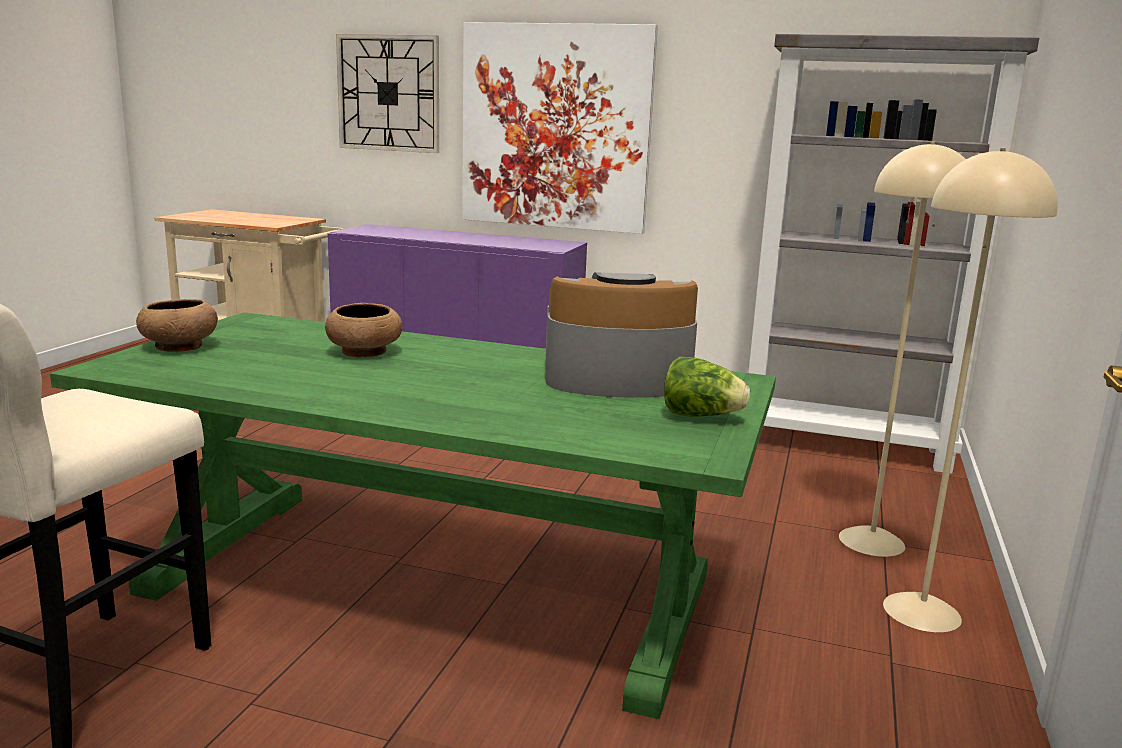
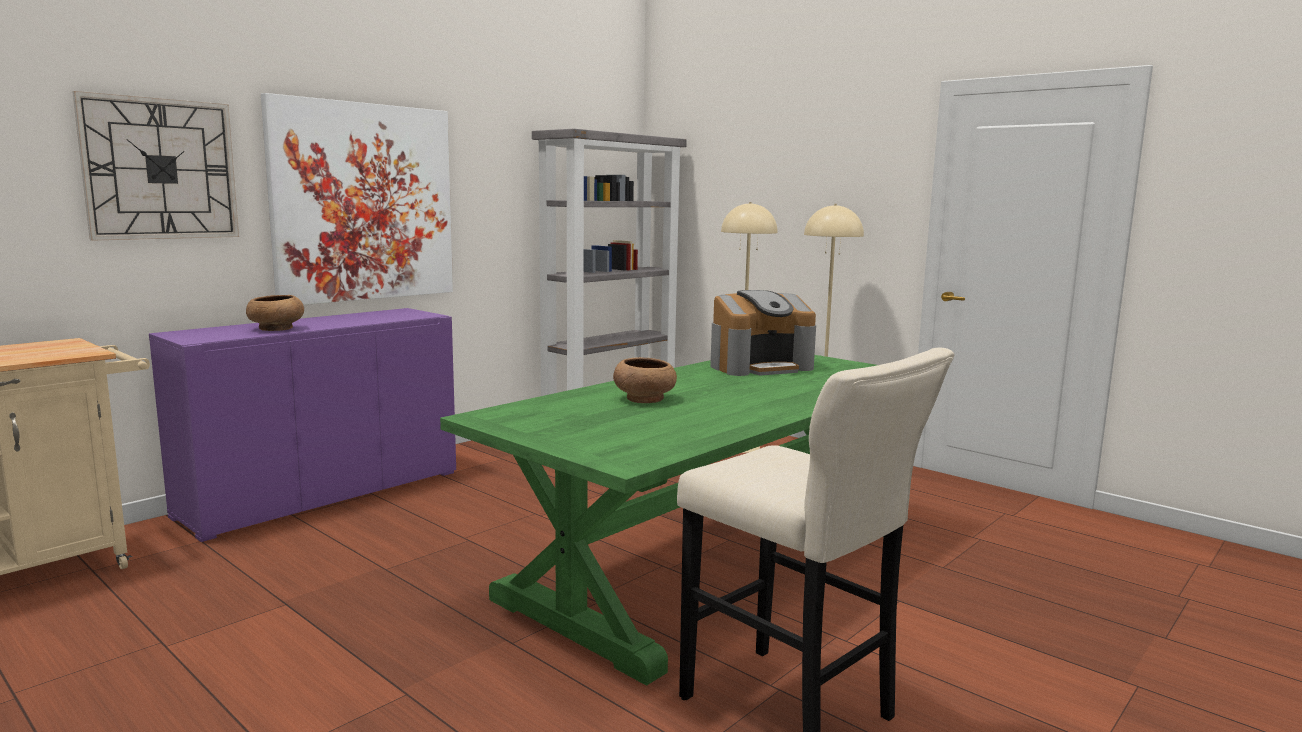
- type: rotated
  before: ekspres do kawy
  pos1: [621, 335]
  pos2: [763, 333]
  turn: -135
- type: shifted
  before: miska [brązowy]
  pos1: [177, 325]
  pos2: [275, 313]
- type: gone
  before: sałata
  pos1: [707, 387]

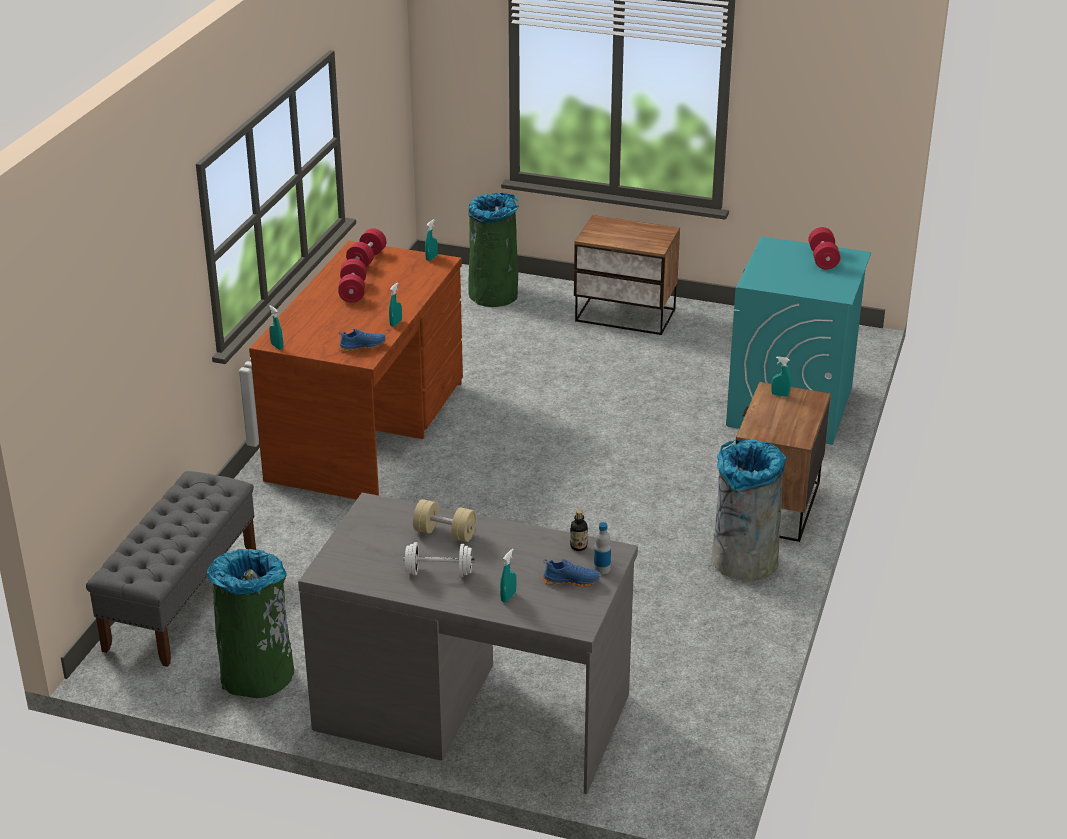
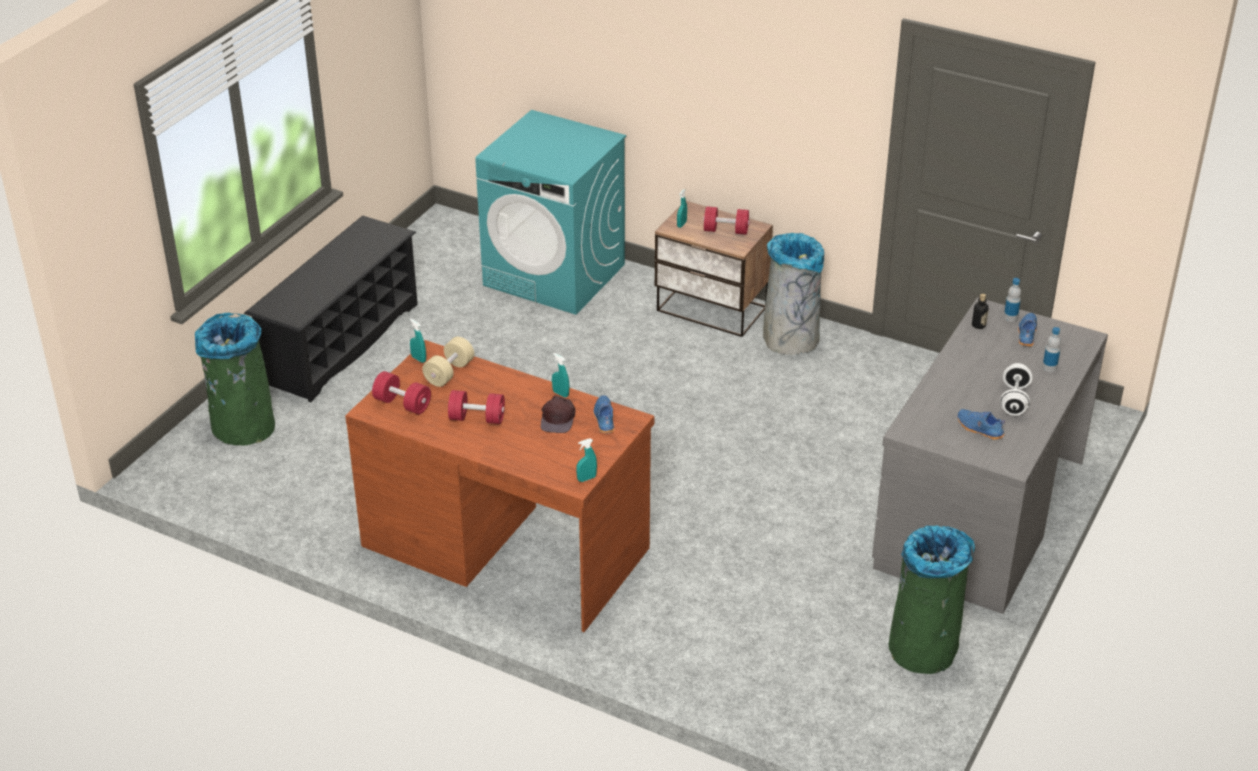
- type: swapped
  before: szafka nocna
  after: regał na buty [czarny]
  pos1: [627, 275]
  pos2: [331, 309]
- type: shifted
  before: hantel [czerwony]
  pos1: [824, 248]
  pos2: [726, 220]
- type: gone
  before: ławka [szary]
  pos1: [171, 569]
- type: shifted
  before: hantel [beżowy]
  pos1: [445, 520]
  pos2: [448, 362]
- type: swapped
  before: spryskiwacz [turkusowy]
  after: butelka
  pos1: [508, 576]
  pos2: [1051, 349]
- type: new
  after: czapka z daszkiem [brązowy]
  pos2: [558, 414]
- type: new
  after: but [niebieski]
  pos2: [981, 424]

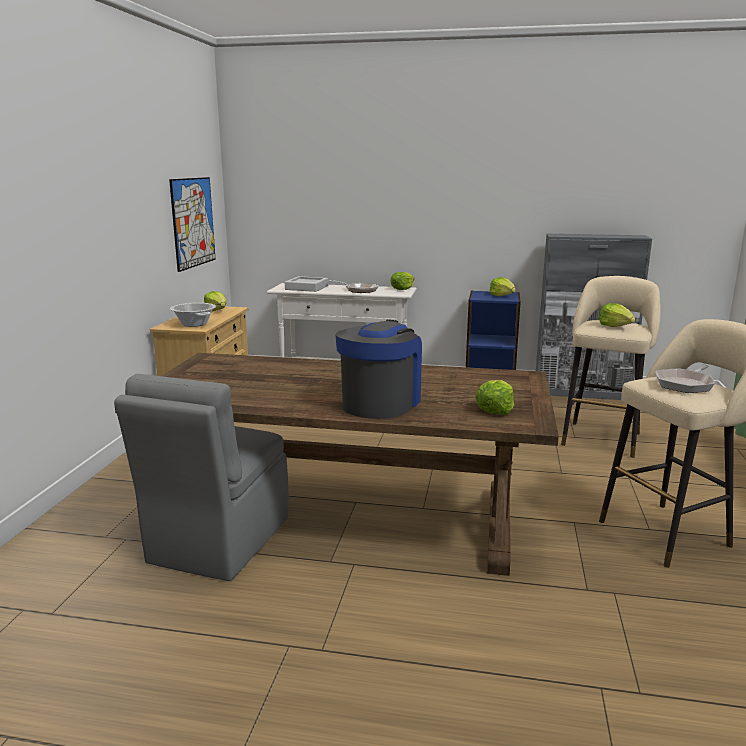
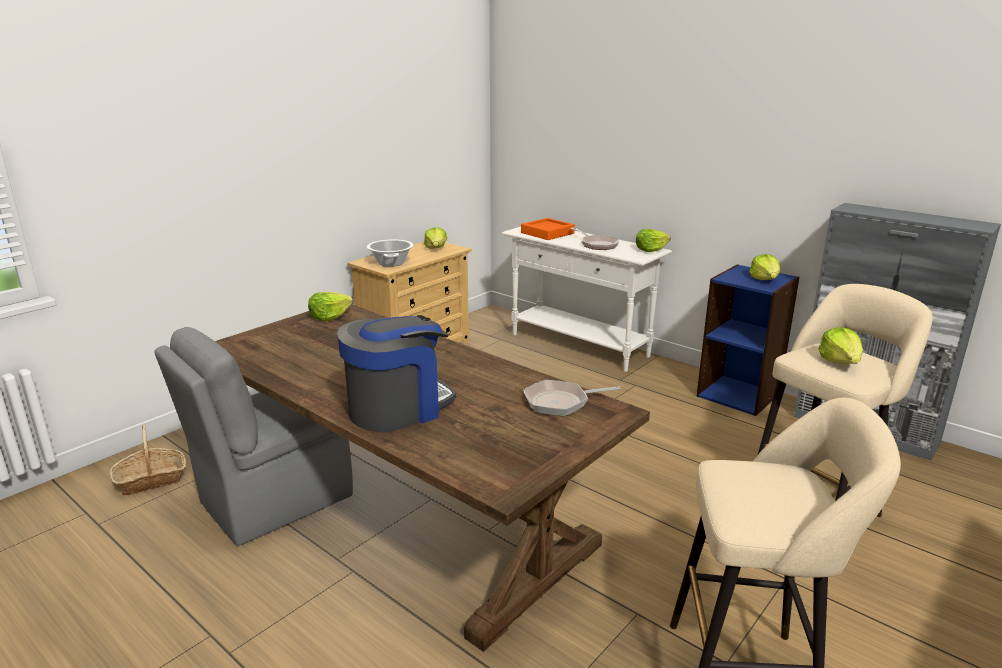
- type: gone
  before: obraz
  pos1: [192, 224]
- type: repainted
  before: taca [szary]
  after: taca [pomarańczowy]
  pos1: [306, 284]
  pos2: [548, 229]
- type: shifted
  before: patelnia
  pos1: [685, 379]
  pos2: [571, 398]
- type: shifted
  before: sałata
  pos1: [494, 397]
  pos2: [330, 306]
- type: new
  after: koszyk
  pos2: [148, 460]

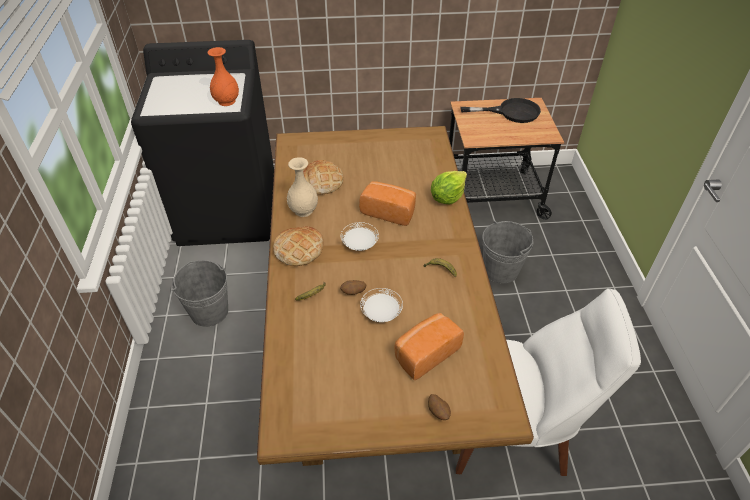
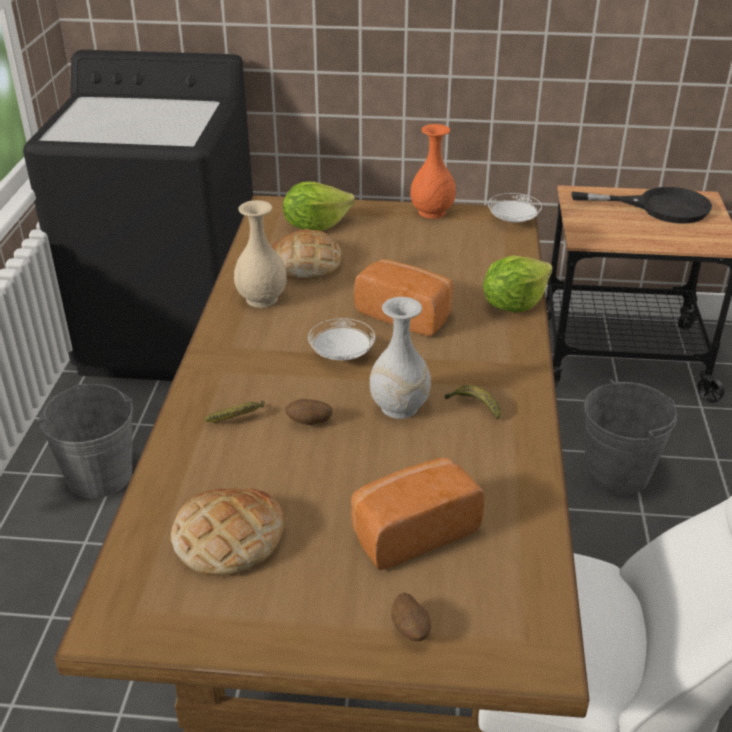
- type: shifted
  before: wazon [pomarańczowy]
  pos1: [223, 76]
  pos2: [433, 171]
- type: shifted
  before: chleb
  pos1: [298, 246]
  pos2: [227, 532]
- type: shifted
  before: talerz [biały]
  pos1: [381, 305]
  pos2: [515, 208]
- type: new
  after: sałata
  pos2: [319, 206]
- type: new
  after: wazon [biały]
  pos2: [400, 358]

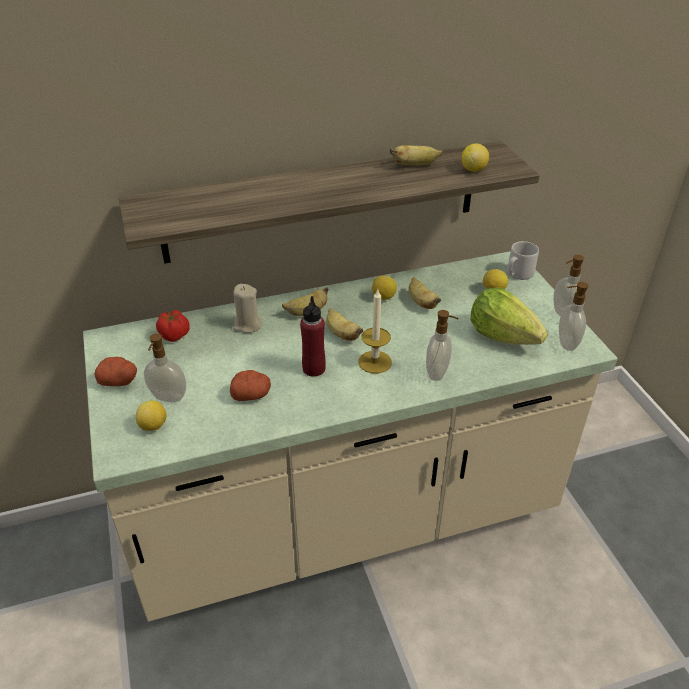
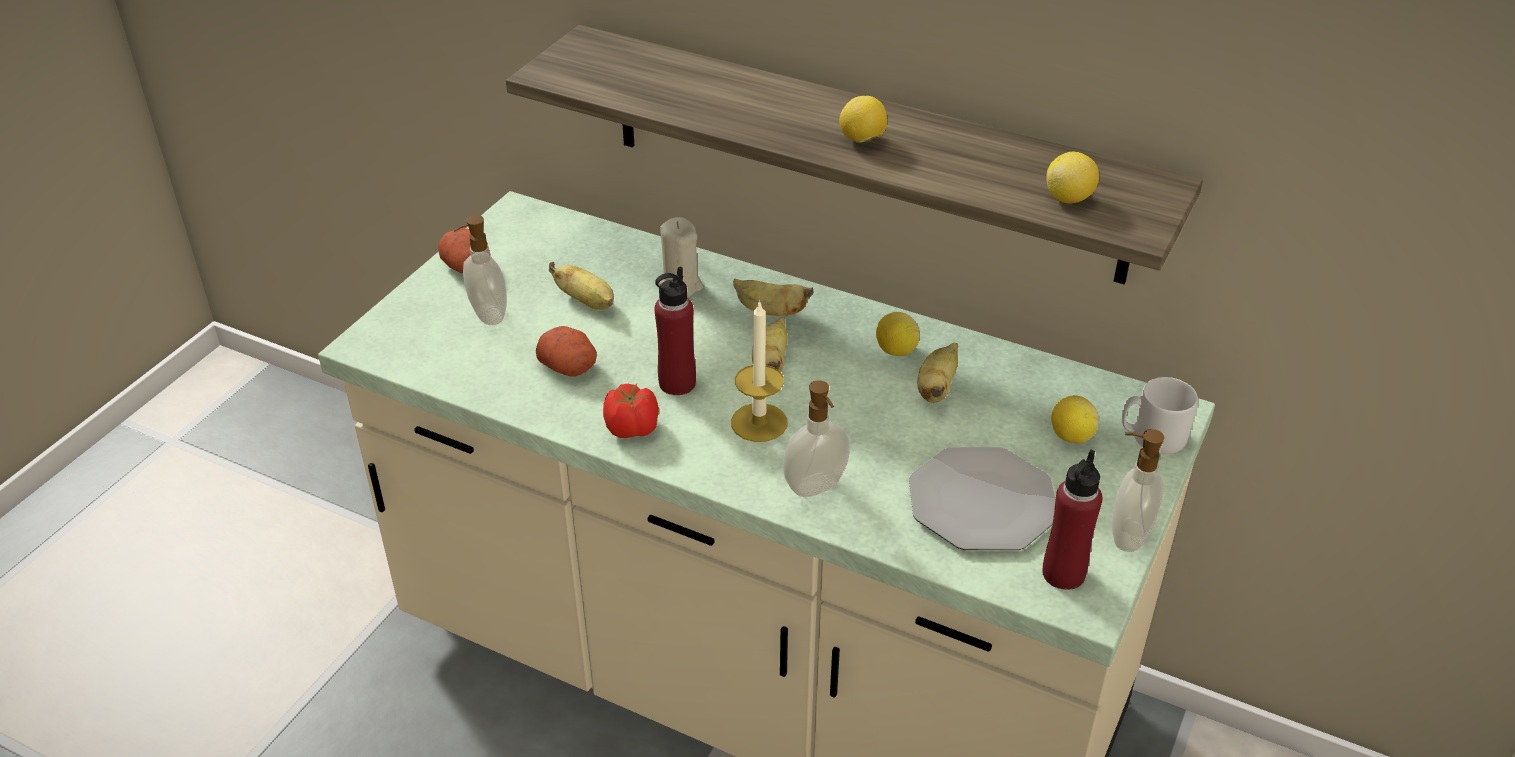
- type: shifted
  before: banan
  pos1: [416, 155]
  pos2: [581, 286]
- type: swapped
  before: dozownik mydła
  after: butelka [czerwony]
  pos1: [573, 316]
  pos2: [1072, 520]
- type: swapped
  before: sałata
  after: talerz
  pos1: [509, 316]
  pos2: [982, 498]
- type: shifted
  before: pomidor
  pos1: [173, 326]
  pos2: [631, 411]
- type: shifted
  before: cytryna
  pos1: [151, 416]
  pos2: [863, 119]

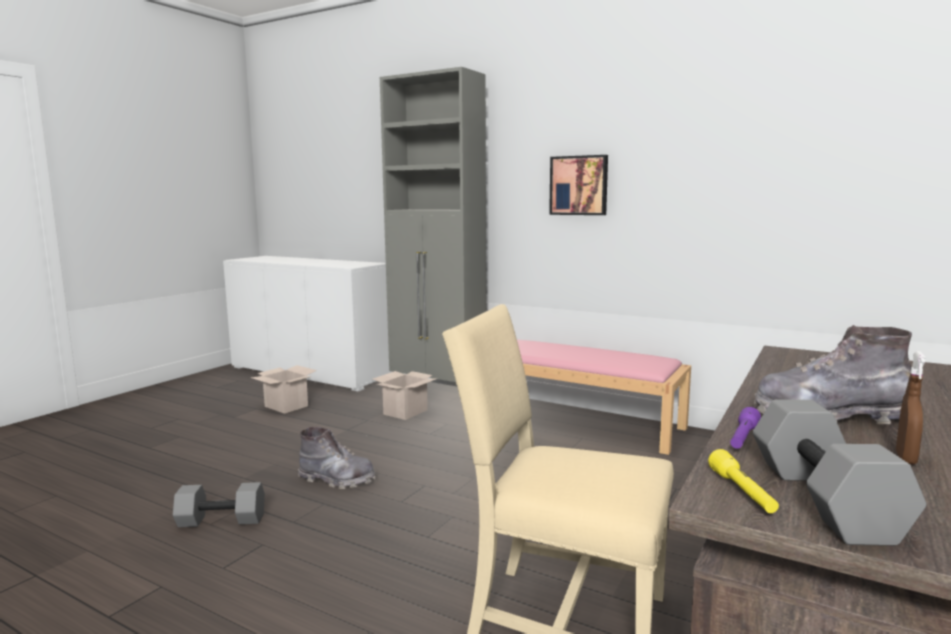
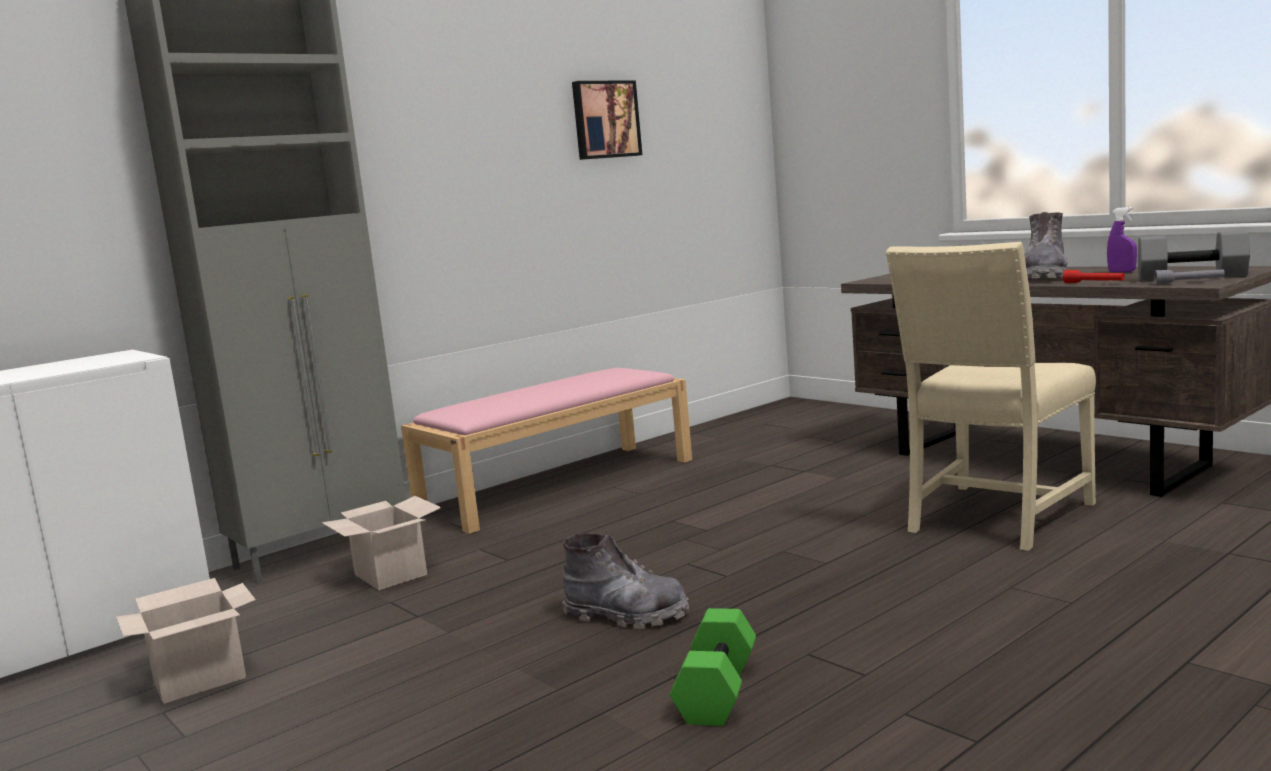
- type: shifted
  before: obraz
  pos1: [578, 185]
  pos2: [607, 120]
- type: repainted
  before: spryskiwacz [brązowy]
  after: spryskiwacz [fioletowy]
  pos1: [911, 408]
  pos2: [1122, 239]
- type: repainted
  before: latarka [fioletowy]
  after: latarka [czerwony]
  pos1: [745, 428]
  pos2: [1094, 276]
- type: rotated
  before: but z cholewką [szary]
  pos1: [336, 458]
  pos2: [626, 581]
  turn: 75
- type: repainted
  before: latarka [żółty]
  after: latarka [szary]
  pos1: [743, 481]
  pos2: [1189, 277]
- type: repainted
  before: hantel [szary]
  after: hantel [zielony]
  pos1: [219, 504]
  pos2: [713, 667]

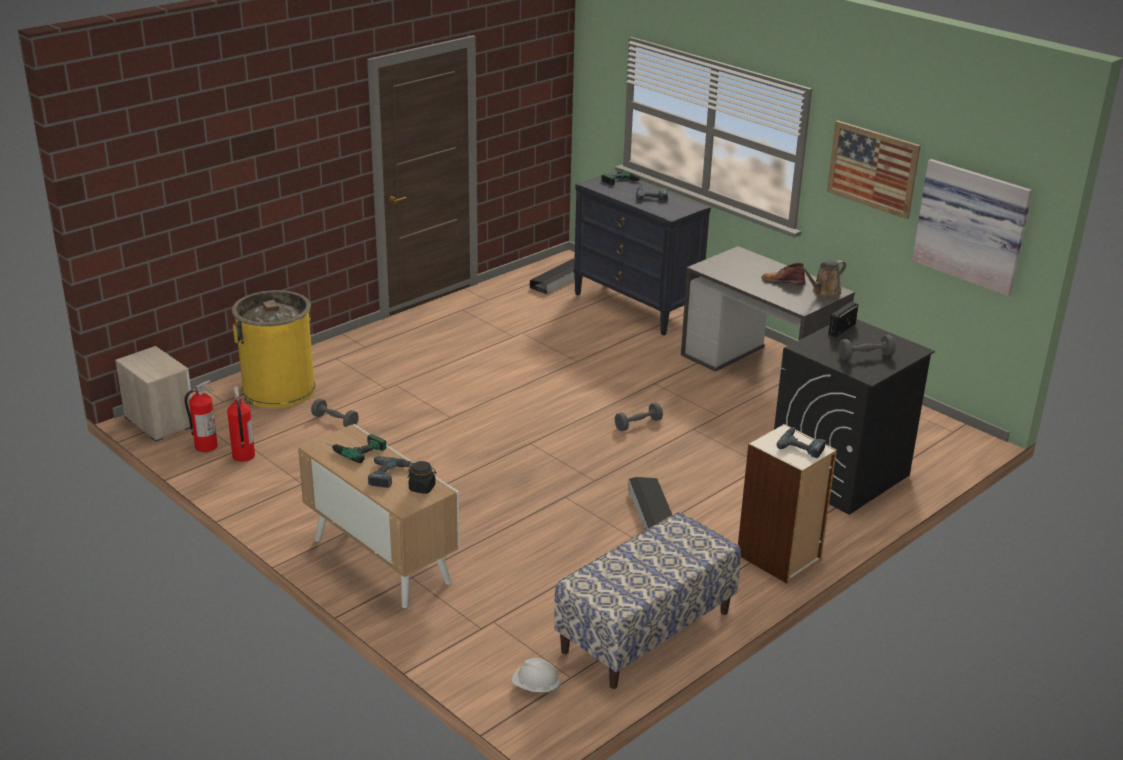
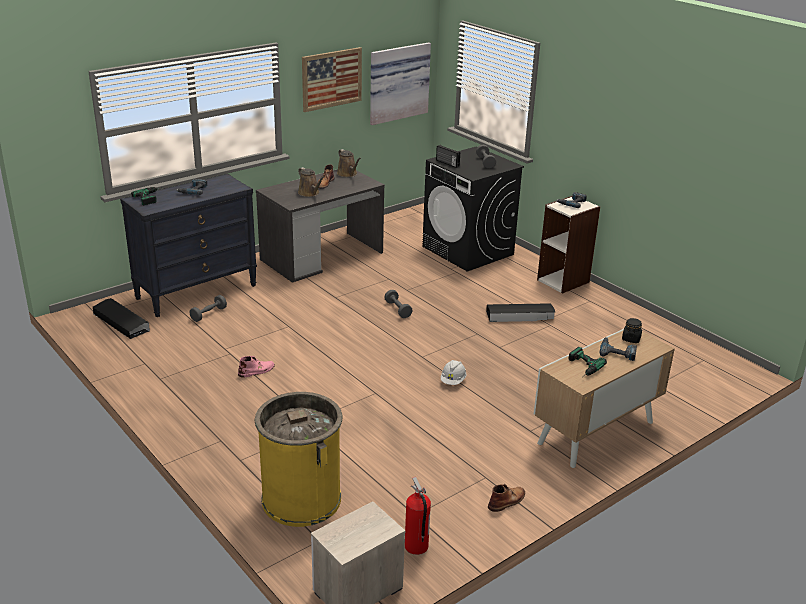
- type: gone
  before: gaśnica
  pos1: [241, 424]
- type: shifted
  before: hantel [szary]
  pos1: [335, 412]
  pos2: [208, 308]
- type: gone
  before: ławka
  pos1: [647, 600]
- type: shifted
  before: kask [biały]
  pos1: [536, 675]
  pos2: [453, 372]
- type: new
  after: konewka [brązowy]
  pos2: [311, 182]
- type: new
  after: but z cholewką [różowy]
  pos2: [256, 367]
- type: new
  after: but z cholewką [brązowy]
  pos2: [506, 497]

